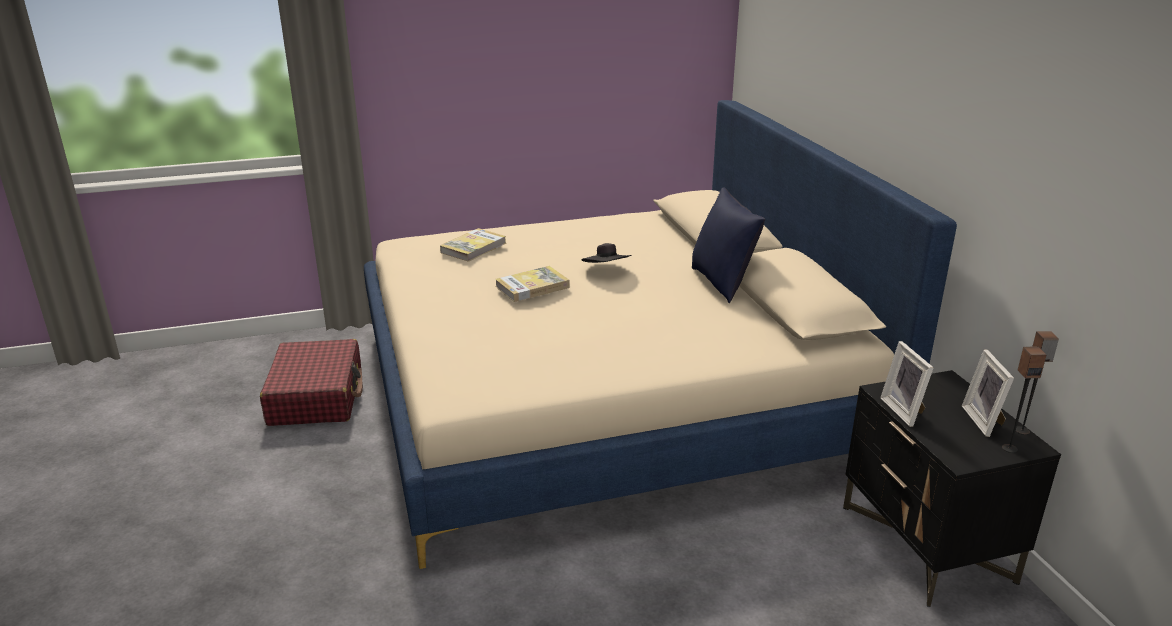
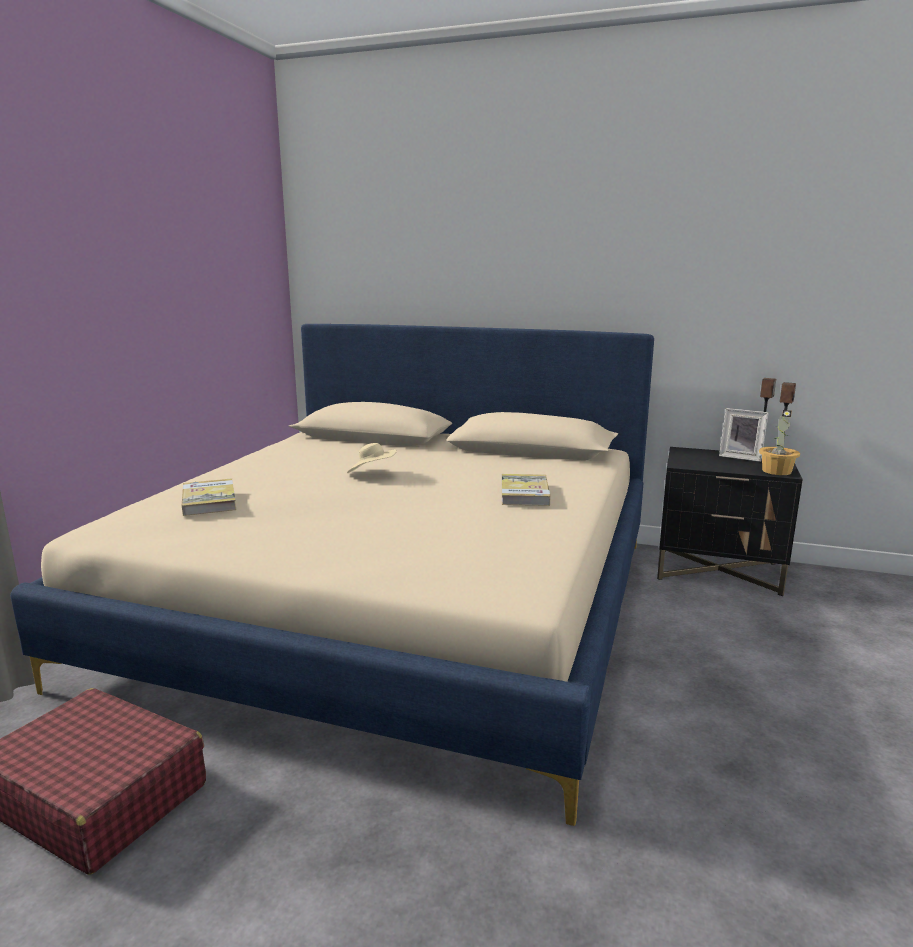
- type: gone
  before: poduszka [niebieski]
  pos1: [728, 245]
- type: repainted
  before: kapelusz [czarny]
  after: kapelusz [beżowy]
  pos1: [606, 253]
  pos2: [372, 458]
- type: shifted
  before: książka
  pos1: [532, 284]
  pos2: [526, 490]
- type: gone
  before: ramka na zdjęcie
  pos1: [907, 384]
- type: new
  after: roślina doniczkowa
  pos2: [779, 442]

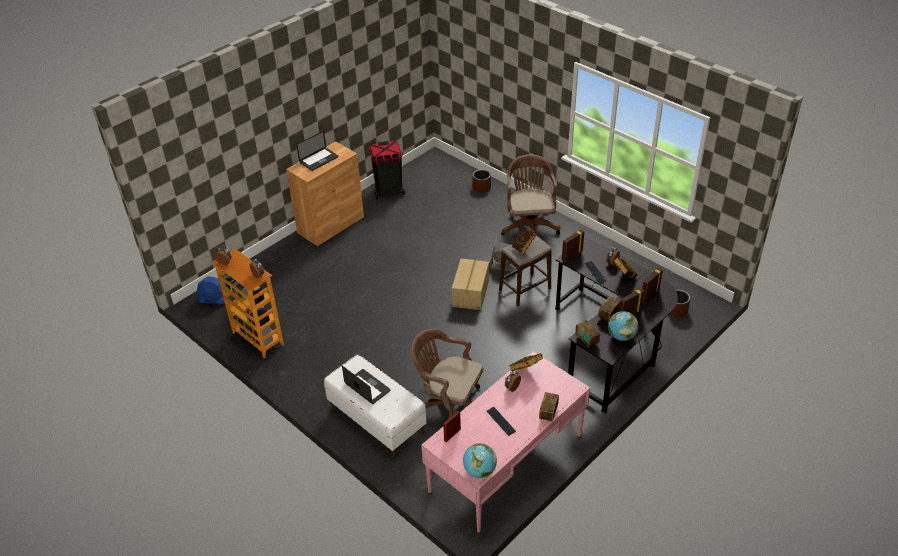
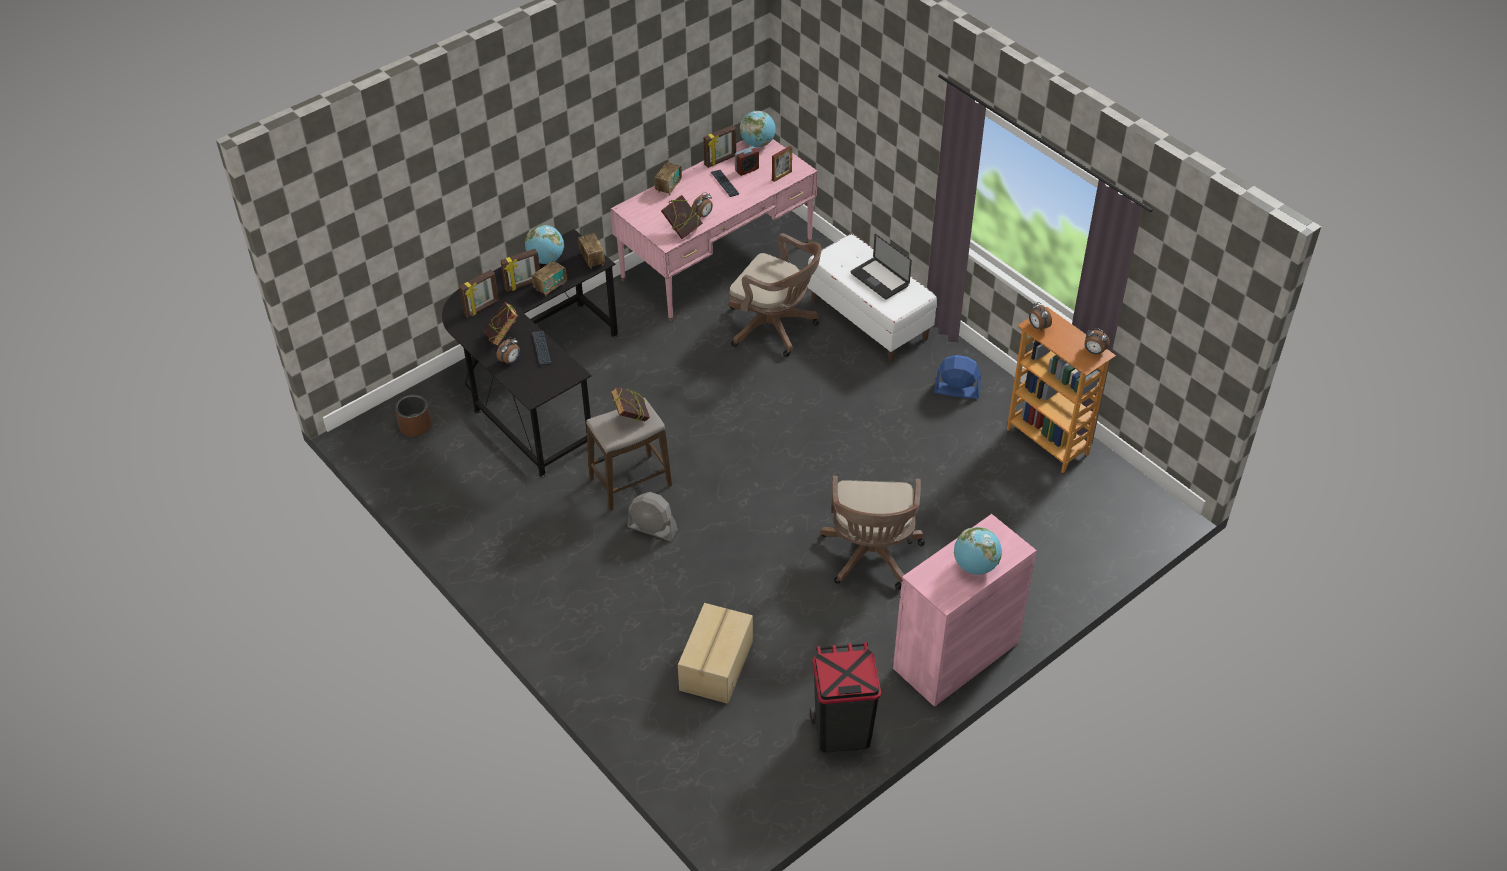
- type: swapped
  before: laptop
  after: globus
  pos1: [317, 151]
  pos2: [978, 551]
- type: repainted
  before: szafka [brązowy]
  after: szafka [różowy]
  pos1: [325, 194]
  pos2: [965, 610]
- type: shifted
  before: krzesło biurowe [brązowy]
  pos1: [530, 194]
  pos2: [872, 533]
- type: gone
  before: donica [brązowy]
  pos1: [481, 181]
- type: shifted
  before: ramka na zdjęcie
  pos1: [573, 246]
  pos2: [720, 146]
- type: shifted
  before: karton
  pos1: [470, 284]
  pos2: [715, 653]
- type: shifted
  before: wentylator [niebieski]
  pos1: [213, 290]
  pos2: [957, 377]
- type: new
  after: budzik
  pos2: [747, 161]

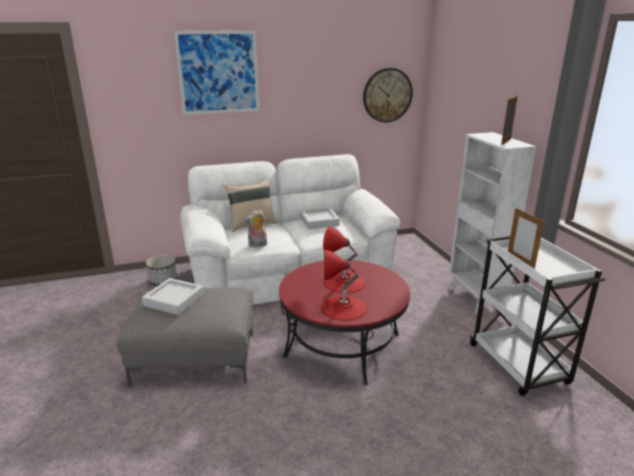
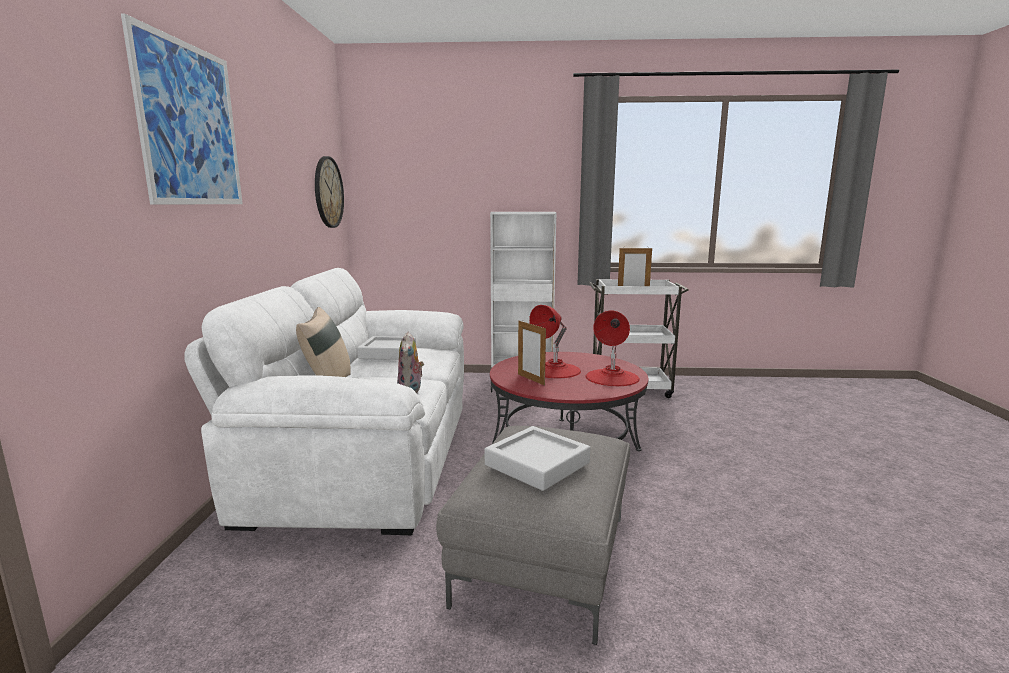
- type: shifted
  before: ramka na zdjęcie
  pos1: [509, 120]
  pos2: [532, 352]
- type: gone
  before: donica
  pos1: [162, 270]

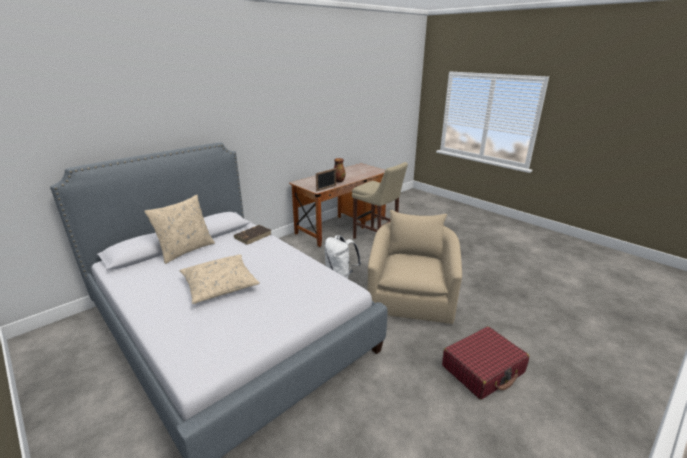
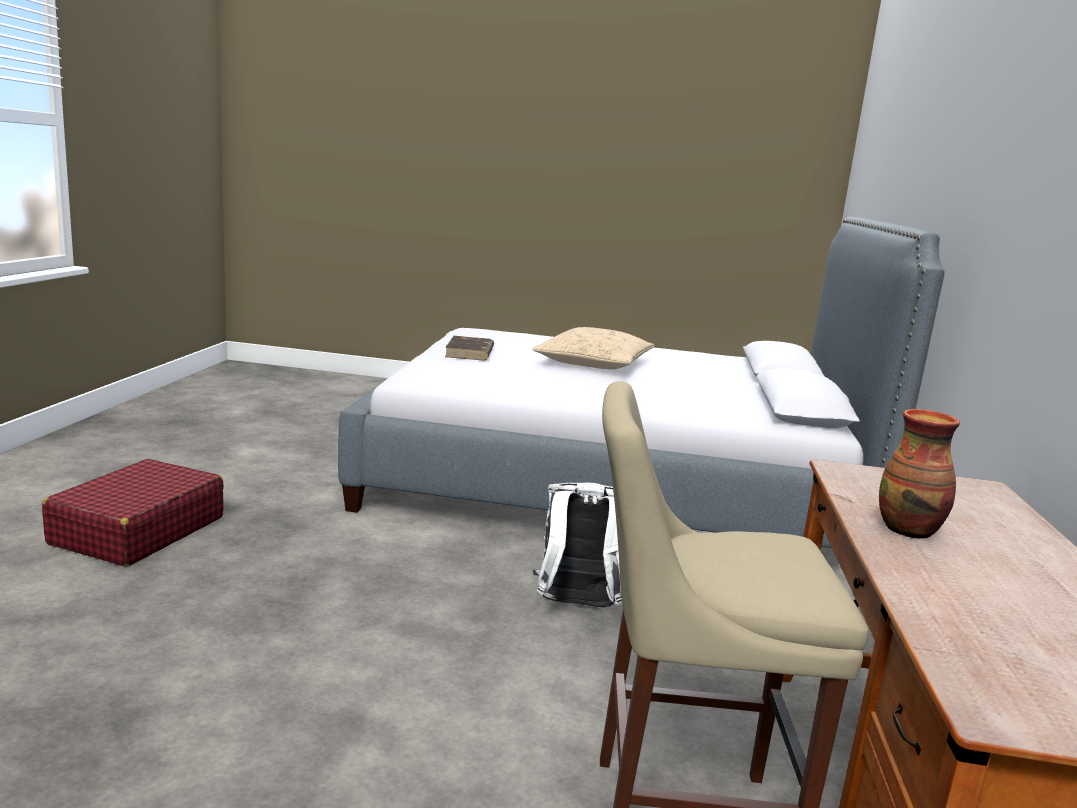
- type: gone
  before: ramka na zdjęcie
  pos1: [326, 179]
- type: gone
  before: poduszka [beżowy]
  pos1: [179, 229]
- type: gone
  before: fotel [beżowy]
  pos1: [415, 267]
- type: shifted
  before: książka [brązowy]
  pos1: [252, 235]
  pos2: [469, 348]

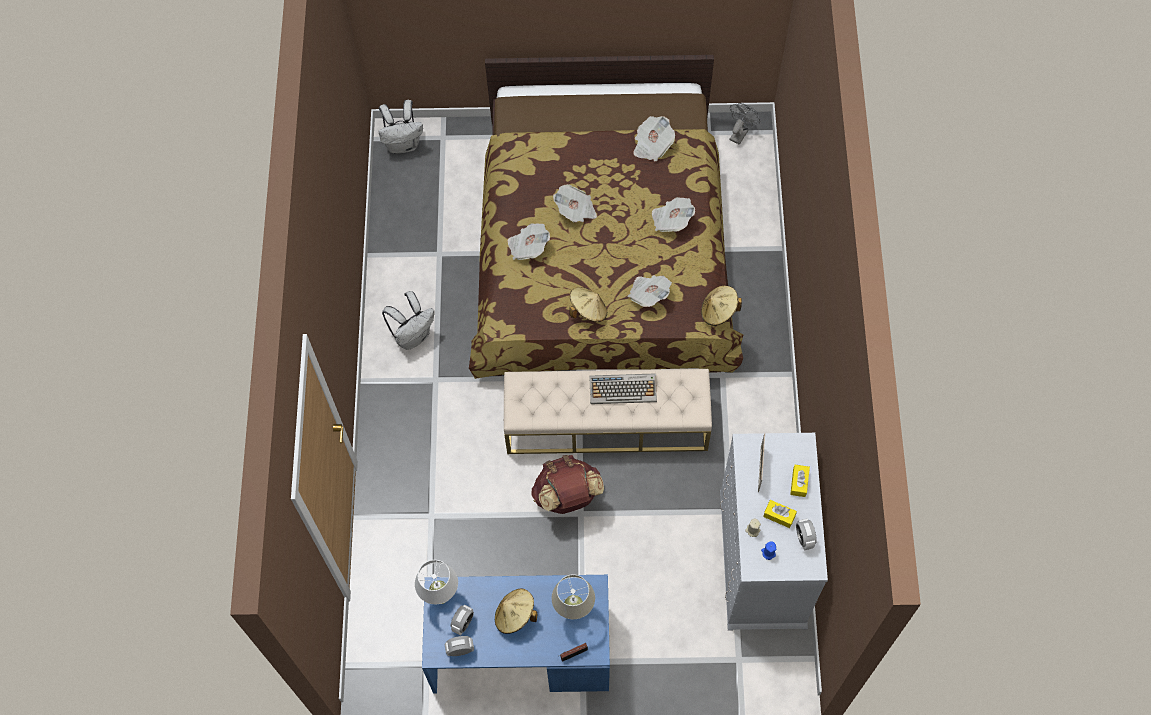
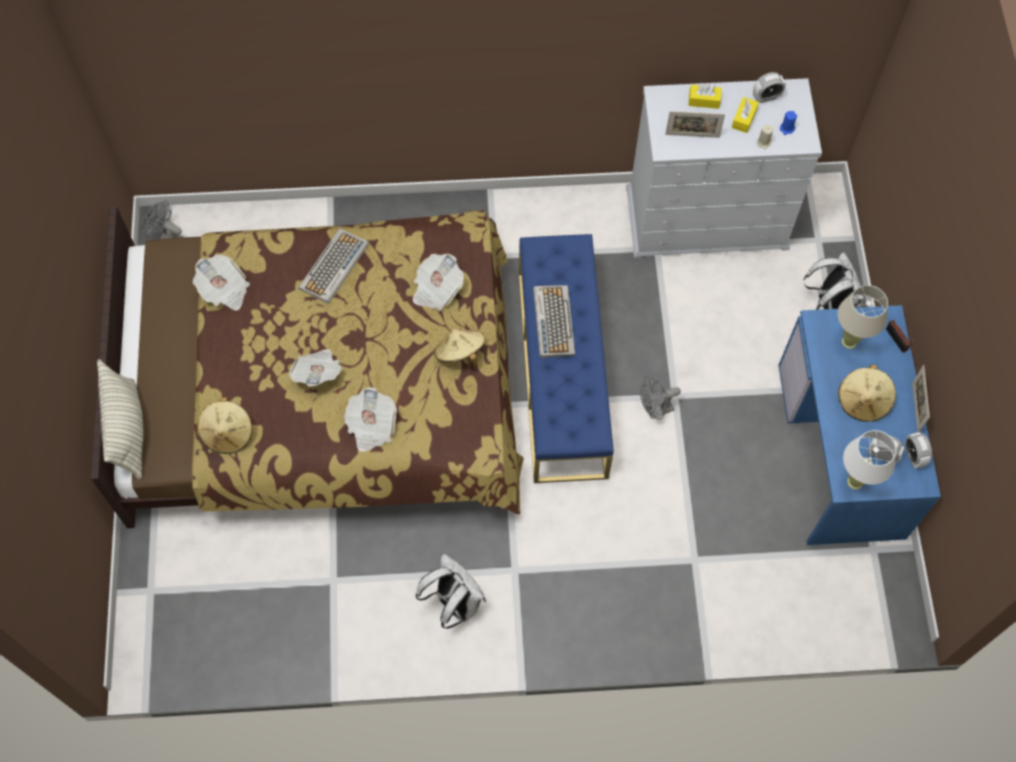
- type: shifted
  before: plecak [biały]
  pos1: [401, 127]
  pos2: [833, 281]
- type: swapped
  before: gazeta
  after: klawiatura
  pos1: [673, 214]
  pos2: [333, 266]
- type: shifted
  before: kapelusz [beżowy]
  pos1: [721, 305]
  pos2: [224, 425]
- type: repainted
  before: ławka [beżowy]
  after: ławka [niebieski]
  pos1: [608, 411]
  pos2: [566, 358]
- type: swapped
  before: plecak [brązowy]
  after: wentylator [szary]
  pos1: [568, 484]
  pos2: [660, 397]
- type: new
  after: poduszka
  pos2: [120, 419]
- type: new
  after: ramka na zdjęcie
  pos2: [921, 399]

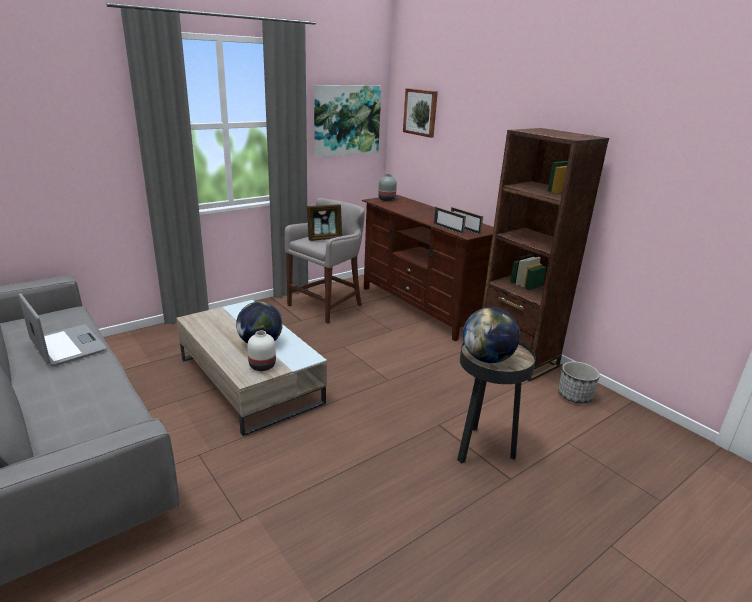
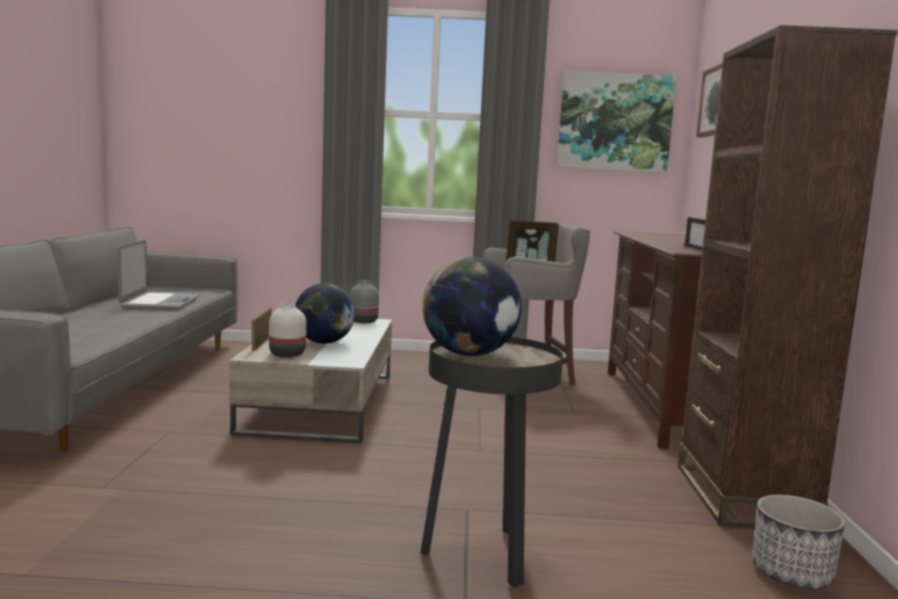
- type: shifted
  before: wazon [szary]
  pos1: [387, 187]
  pos2: [364, 301]
- type: shifted
  before: ramka na zdjęcie
  pos1: [450, 221]
  pos2: [262, 329]

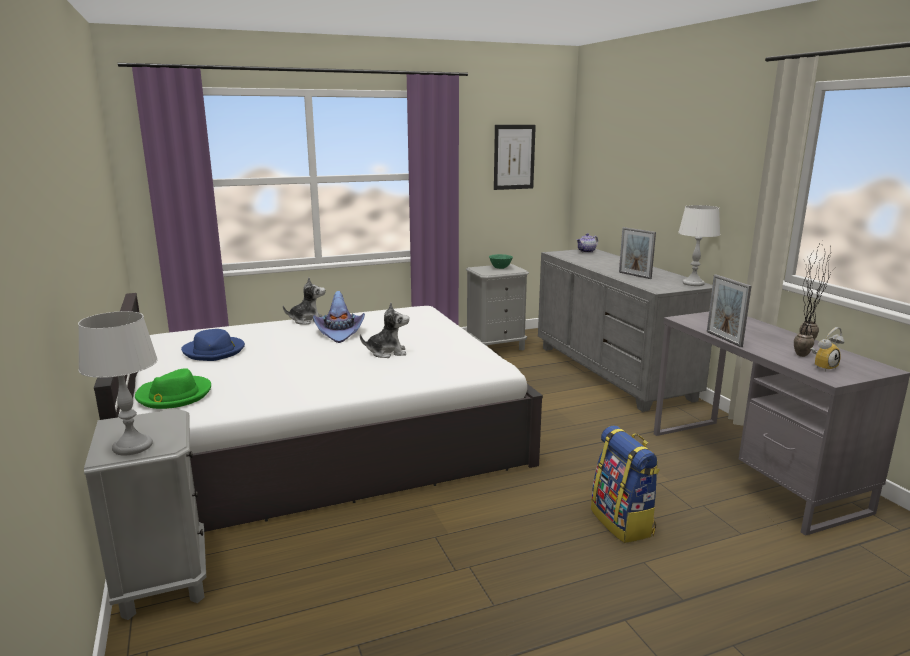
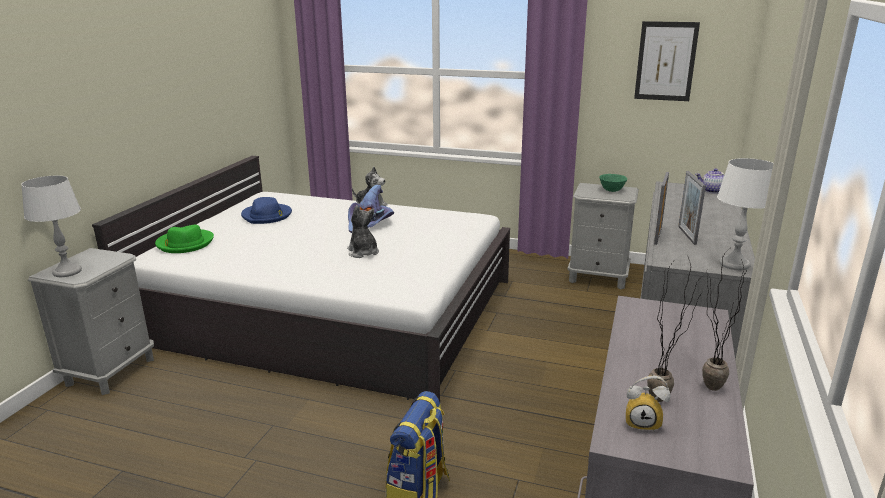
- type: shifted
  before: ramka na zdjęcie
  pos1: [729, 310]
  pos2: [661, 208]
- type: rotated
  before: pluszak
  pos1: [384, 330]
  pos2: [363, 231]
  turn: -150

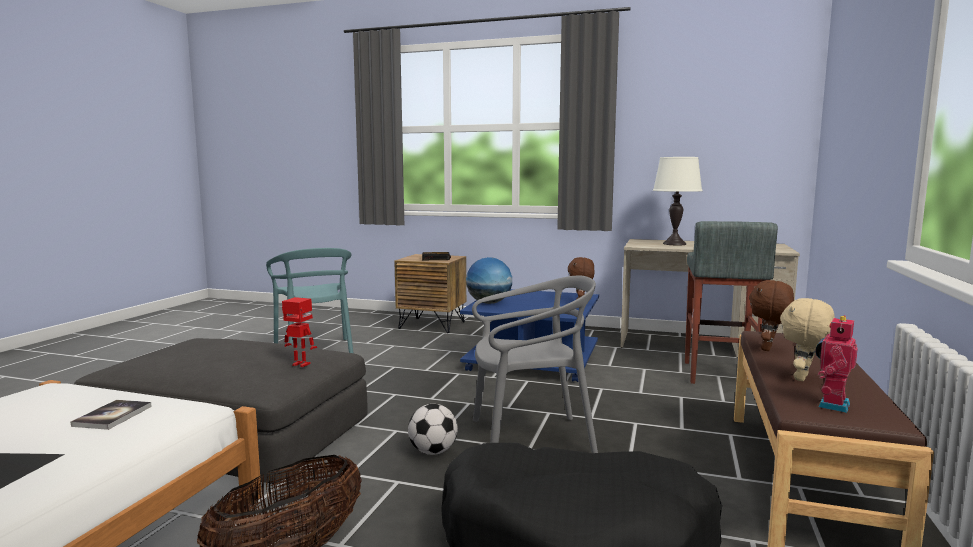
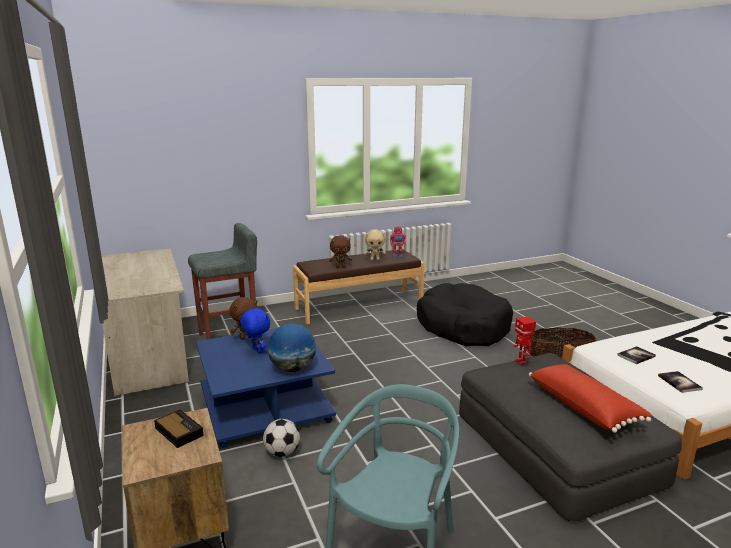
- type: gone
  before: lampa stołowa [biały]
  pos1: [677, 201]
- type: gone
  before: krzesło [szary]
  pos1: [535, 364]
- type: shifted
  before: piłka futbolowa
  pos1: [433, 429]
  pos2: [281, 438]
- type: new
  after: pluszak [niebieski]
  pos2: [255, 330]
- type: new
  after: poduszka [czerwony]
  pos2: [590, 398]
- type: new
  after: książka
  pos2: [680, 382]

